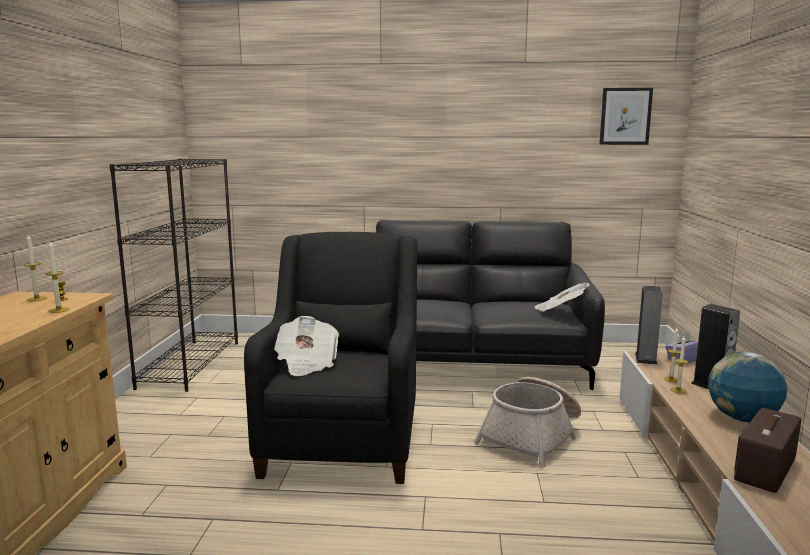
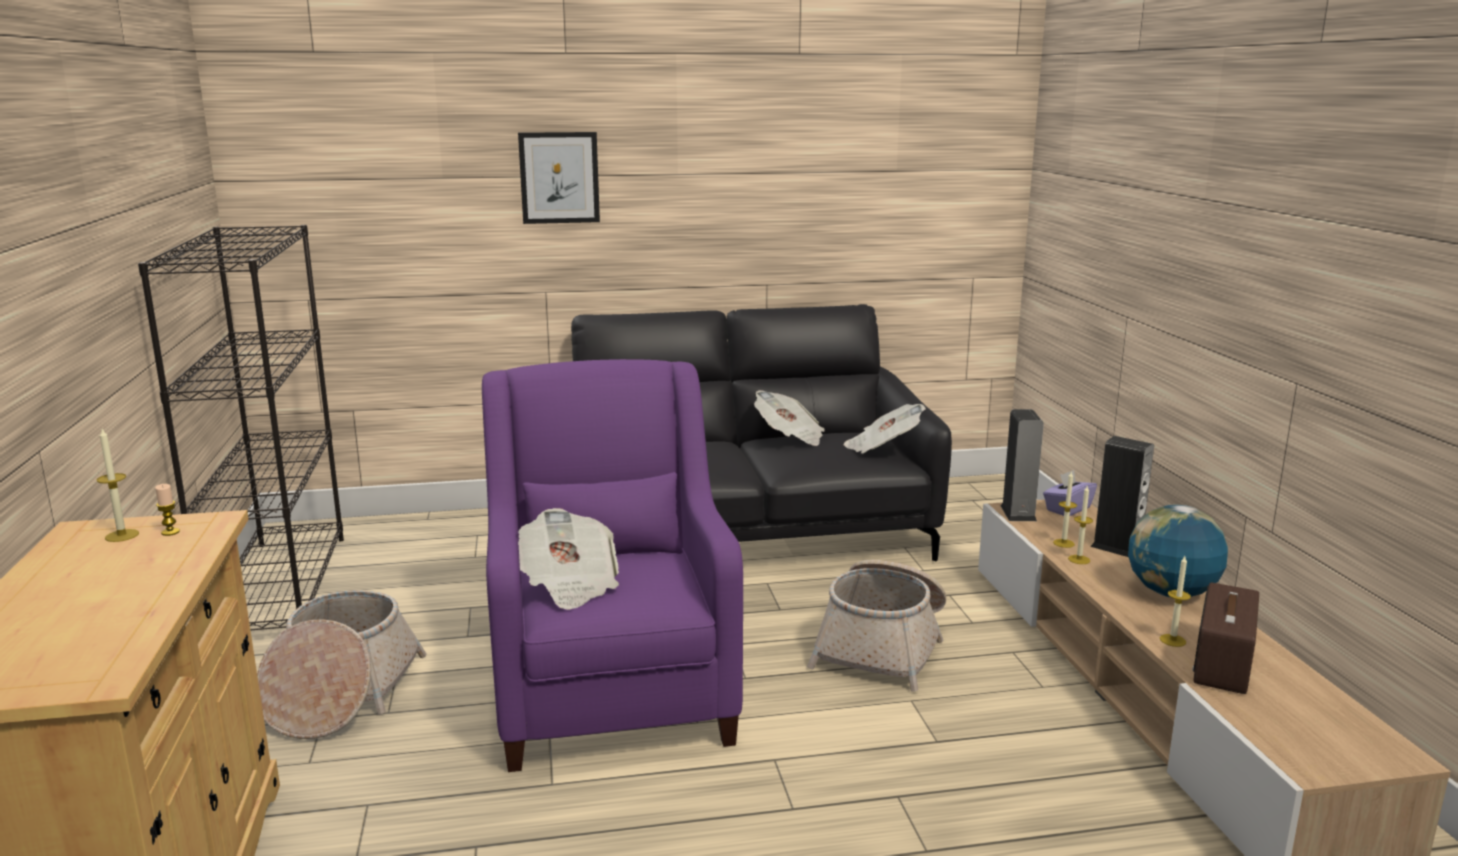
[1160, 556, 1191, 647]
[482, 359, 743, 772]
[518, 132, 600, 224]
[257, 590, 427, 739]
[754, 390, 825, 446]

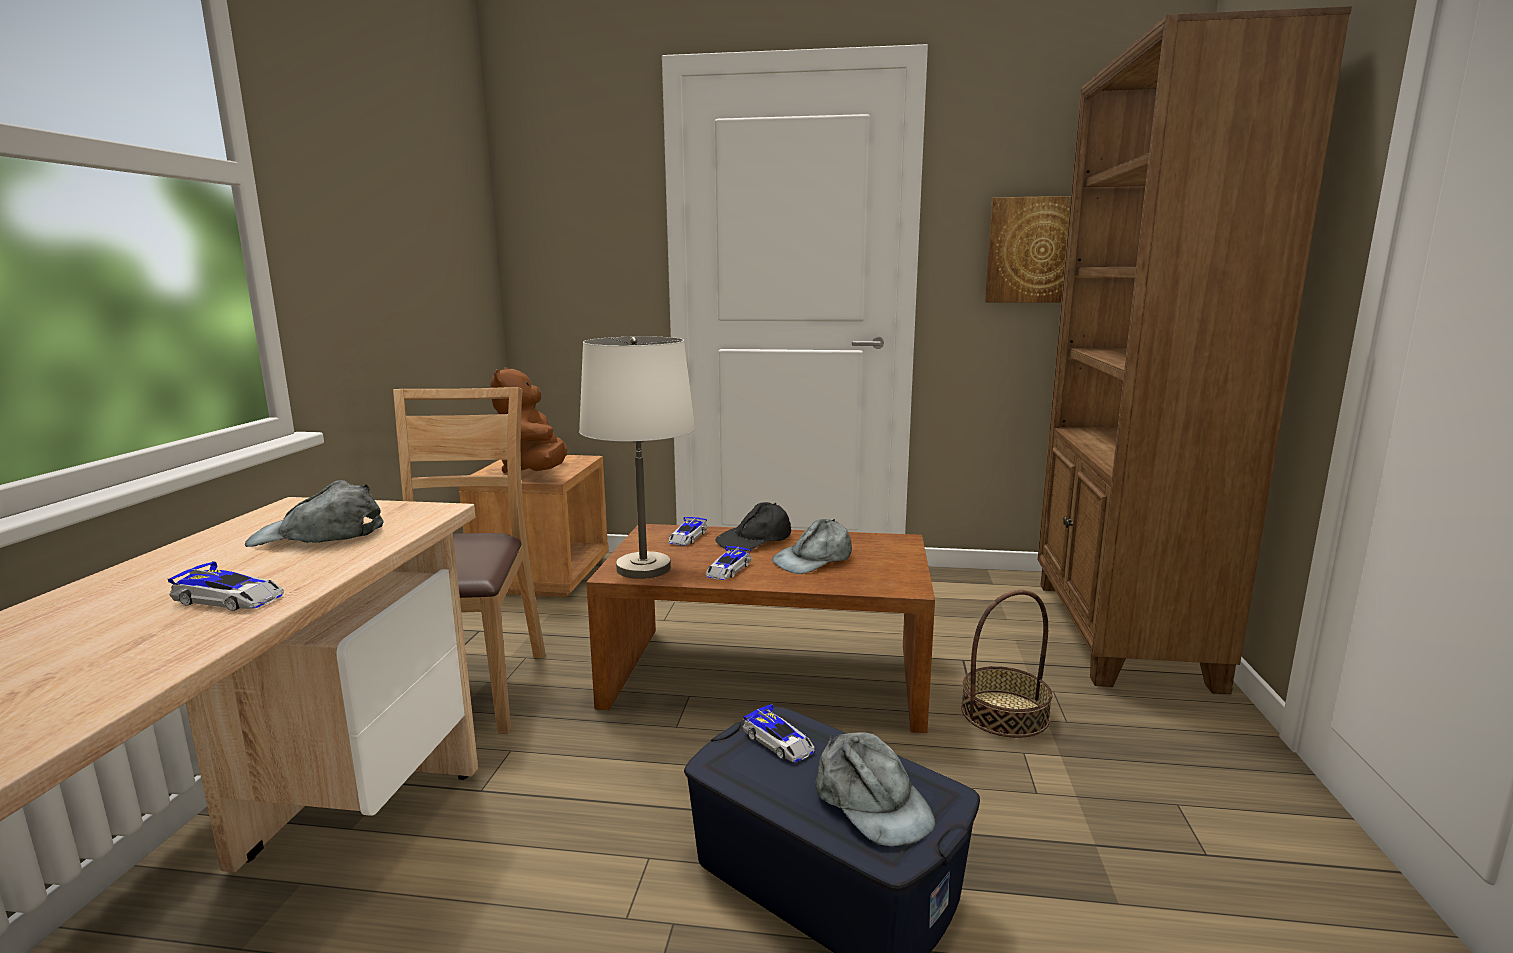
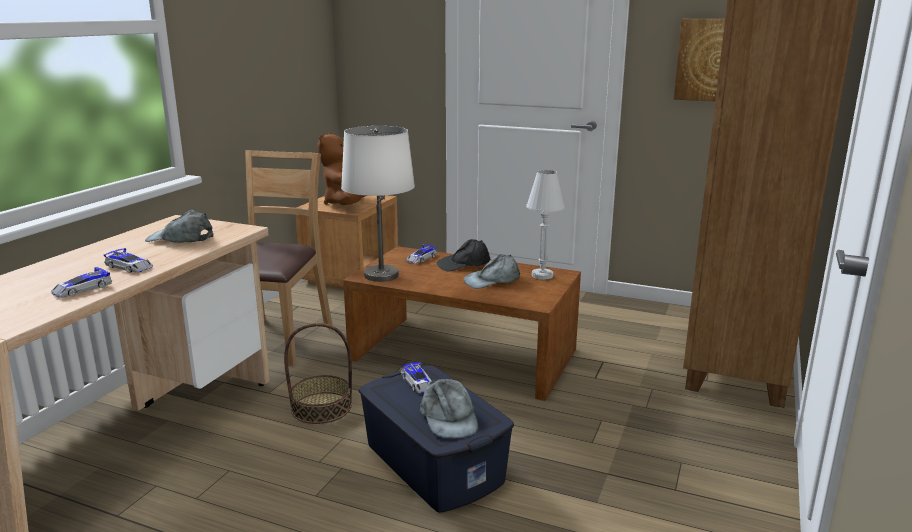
[51, 267, 112, 298]
[284, 323, 352, 424]
[526, 170, 565, 280]

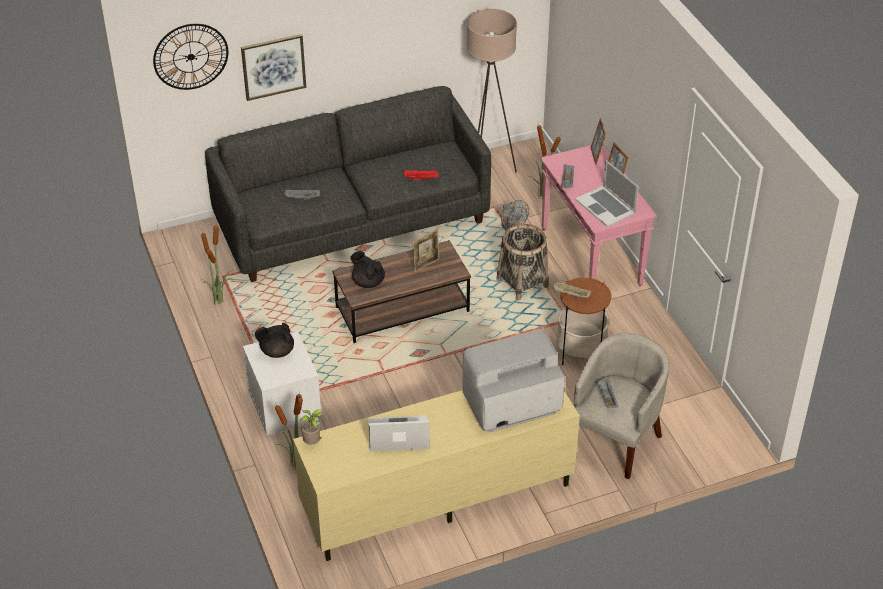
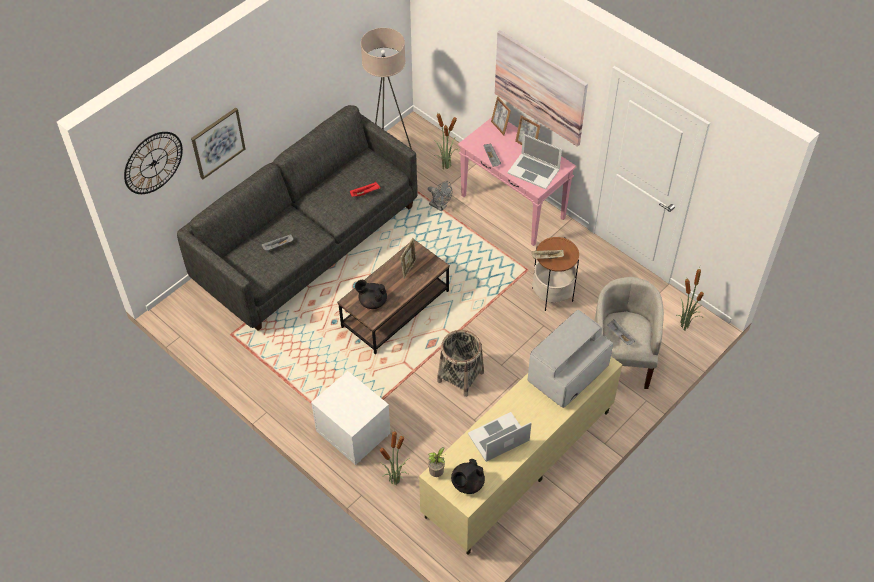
[677, 268, 704, 330]
[451, 459, 485, 494]
[437, 330, 484, 397]
[495, 30, 588, 147]

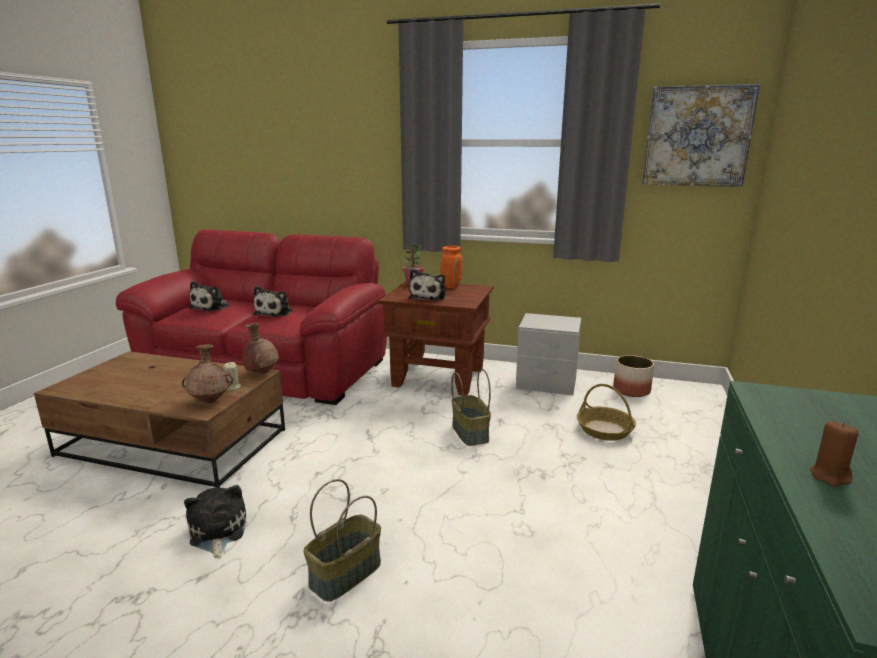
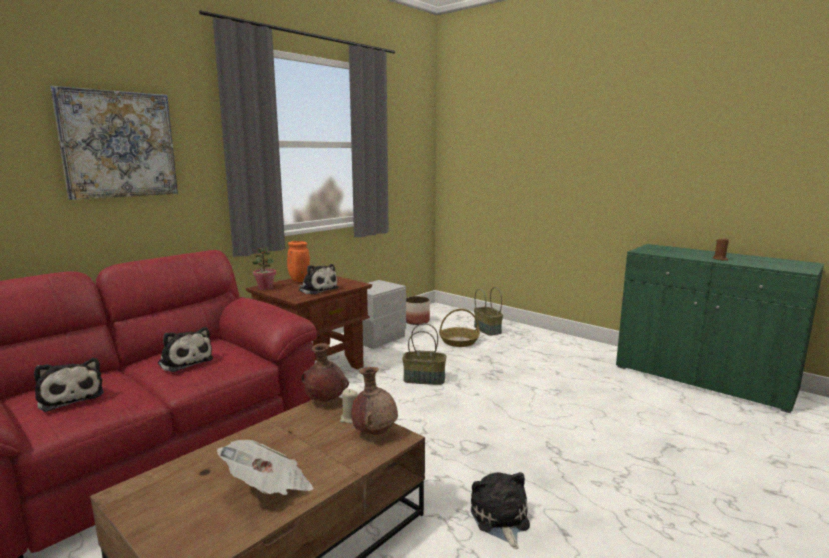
[471, 472, 530, 549]
[474, 287, 503, 336]
[50, 86, 178, 200]
[217, 440, 314, 495]

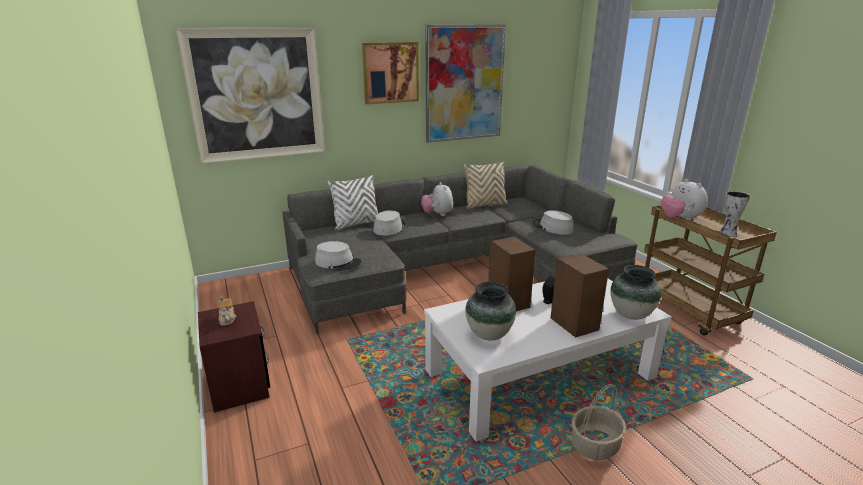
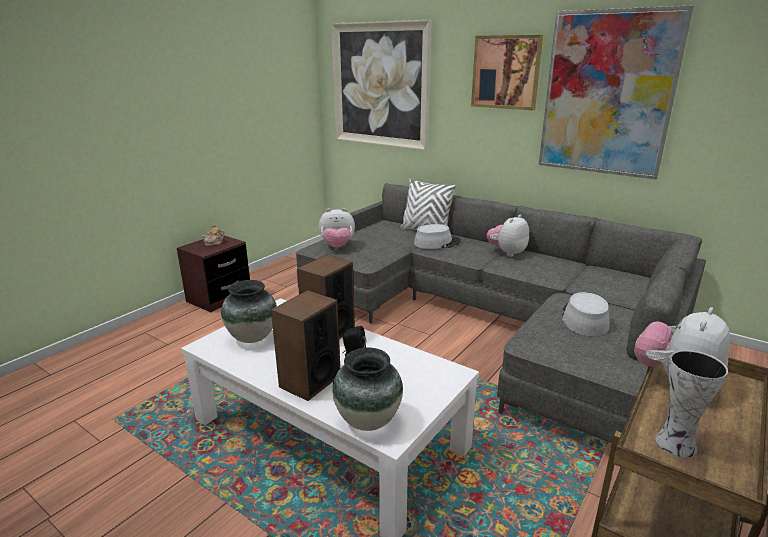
[319, 208, 355, 248]
[464, 162, 508, 209] (first image)
[571, 384, 626, 460] (first image)

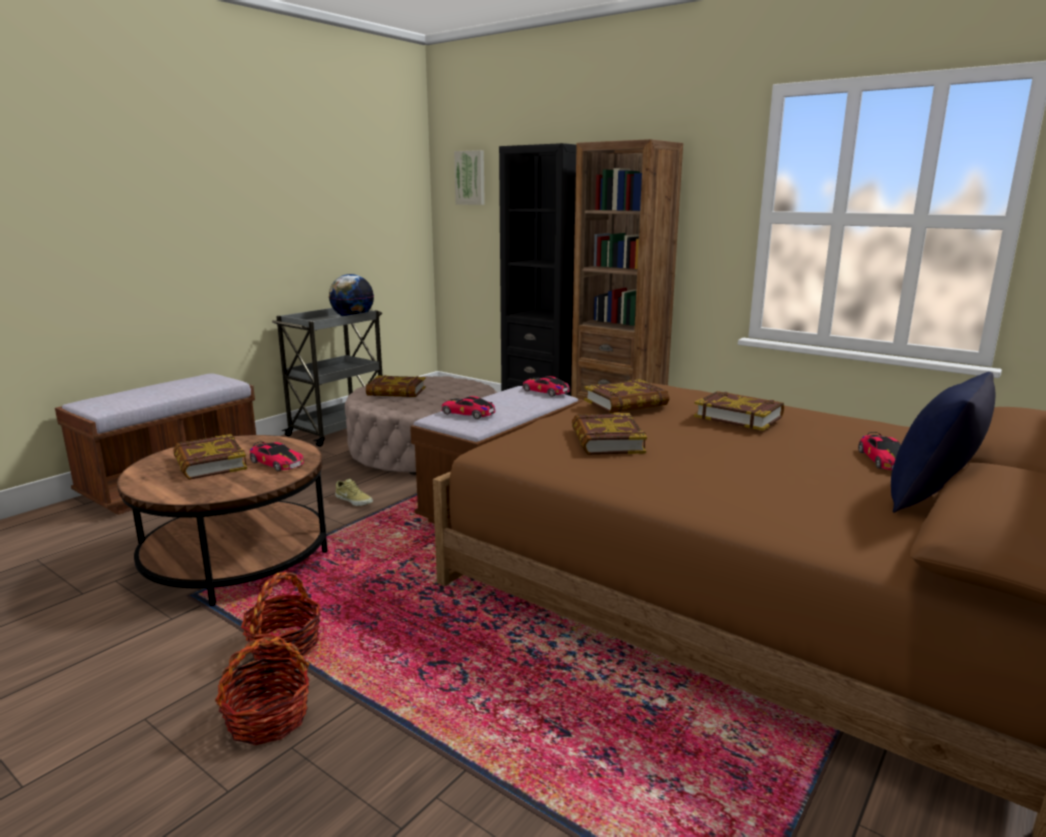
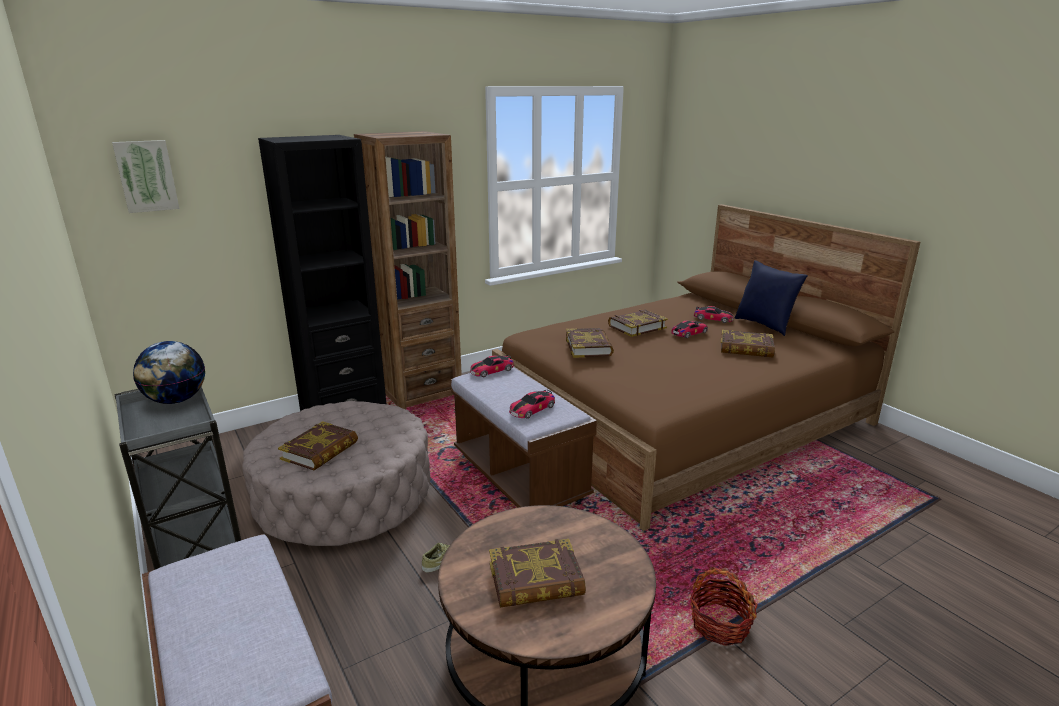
[215, 636, 310, 745] (first image)
[671, 321, 708, 338]
[721, 330, 775, 357]

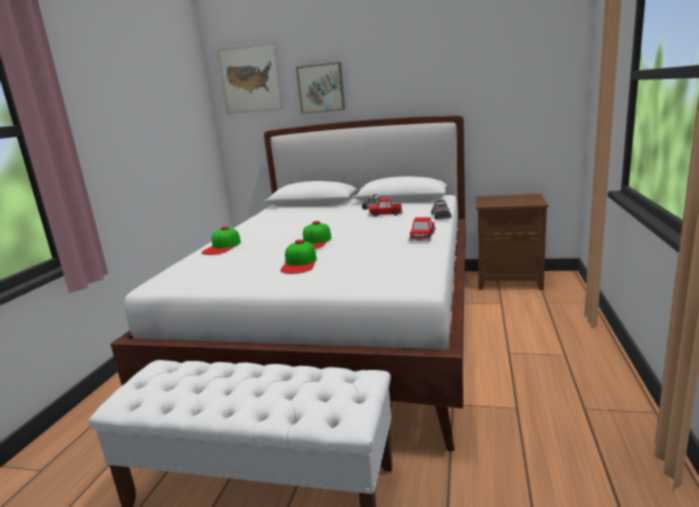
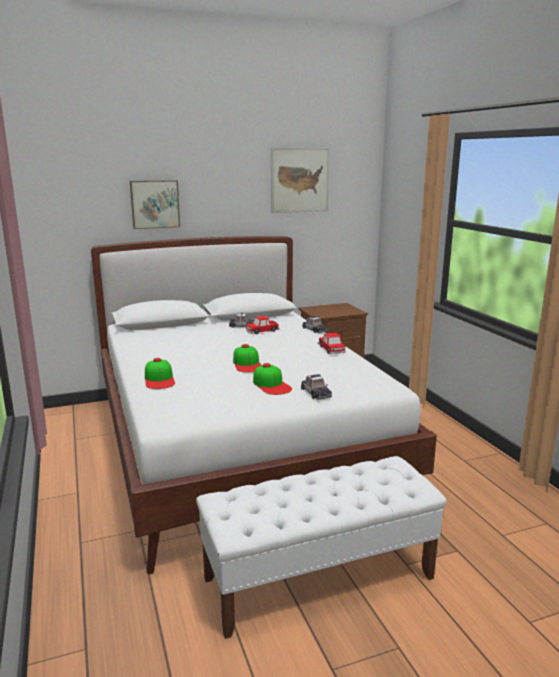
[271, 147, 330, 213]
[301, 374, 332, 400]

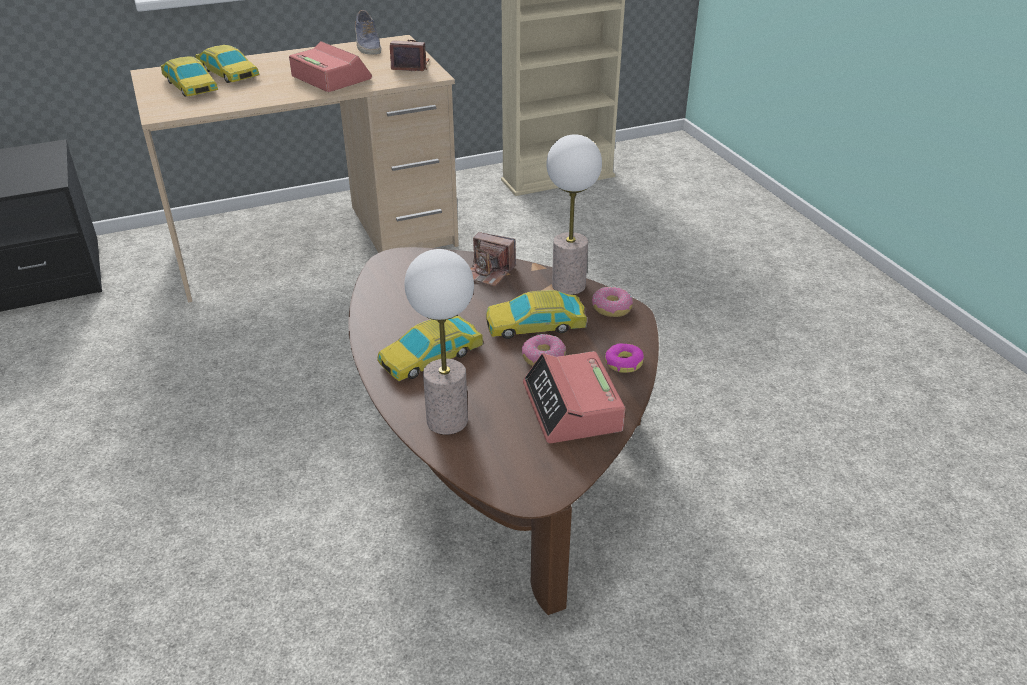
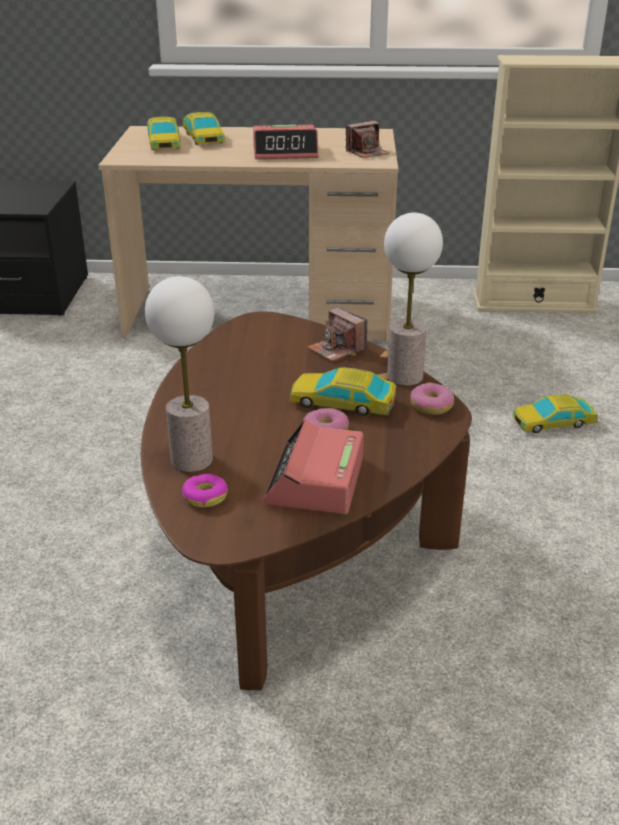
[253, 125, 319, 159]
[355, 10, 381, 55] (first image)
[512, 394, 598, 433]
[346, 120, 390, 158]
[182, 474, 228, 507]

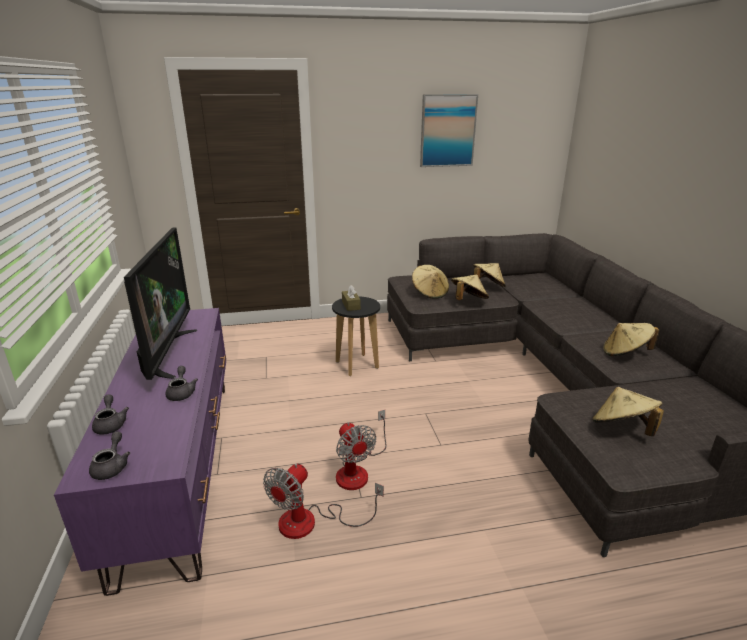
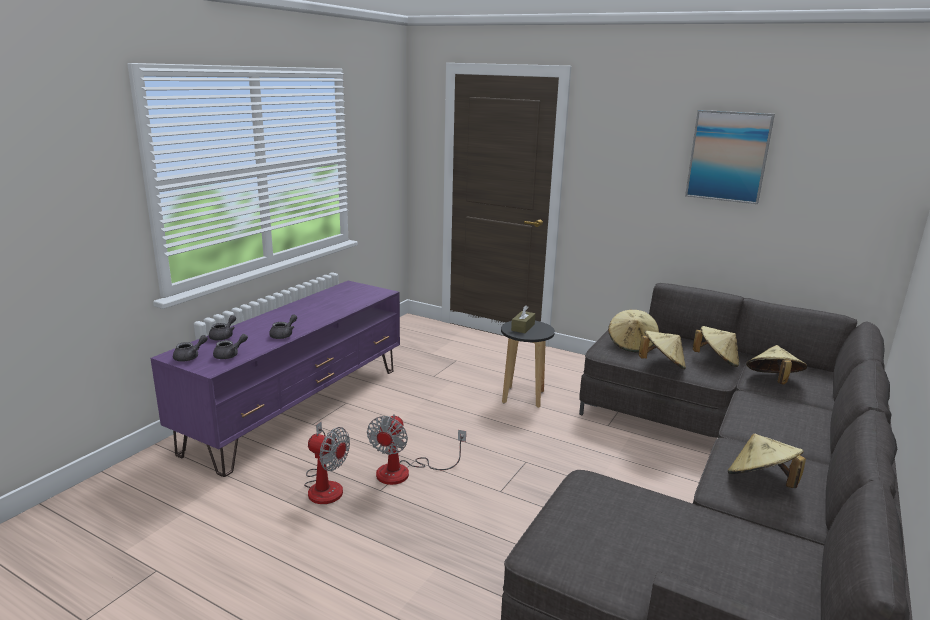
[124, 228, 197, 380] (first image)
[304, 421, 350, 504]
[746, 345, 807, 384]
[213, 334, 248, 359]

